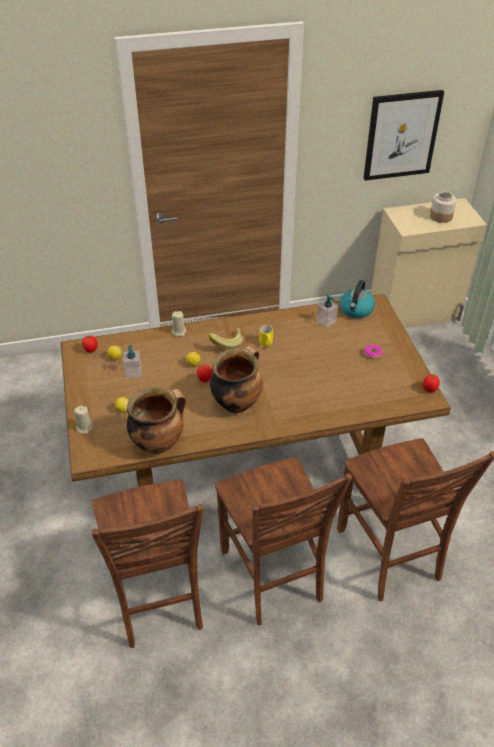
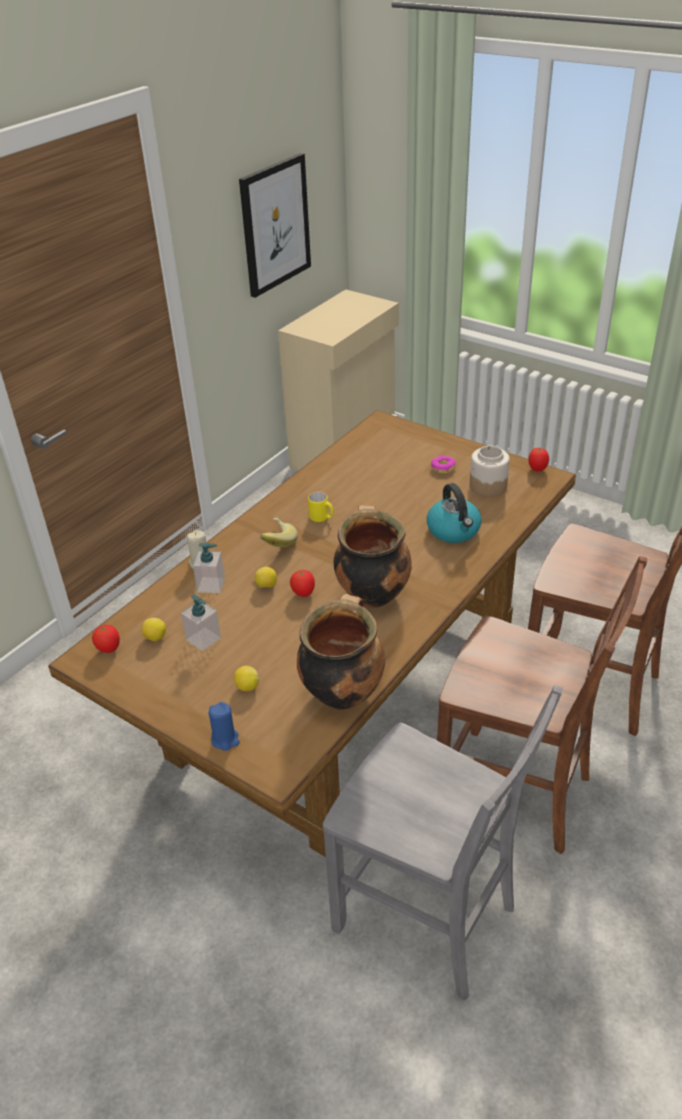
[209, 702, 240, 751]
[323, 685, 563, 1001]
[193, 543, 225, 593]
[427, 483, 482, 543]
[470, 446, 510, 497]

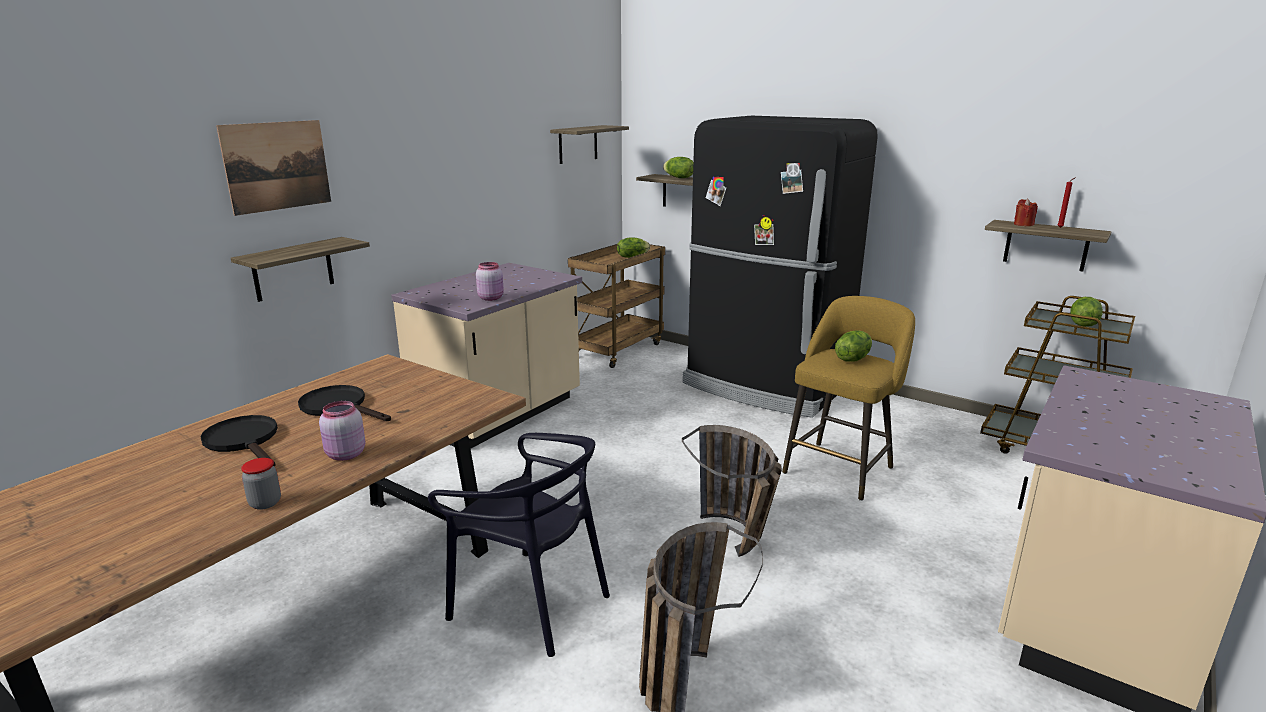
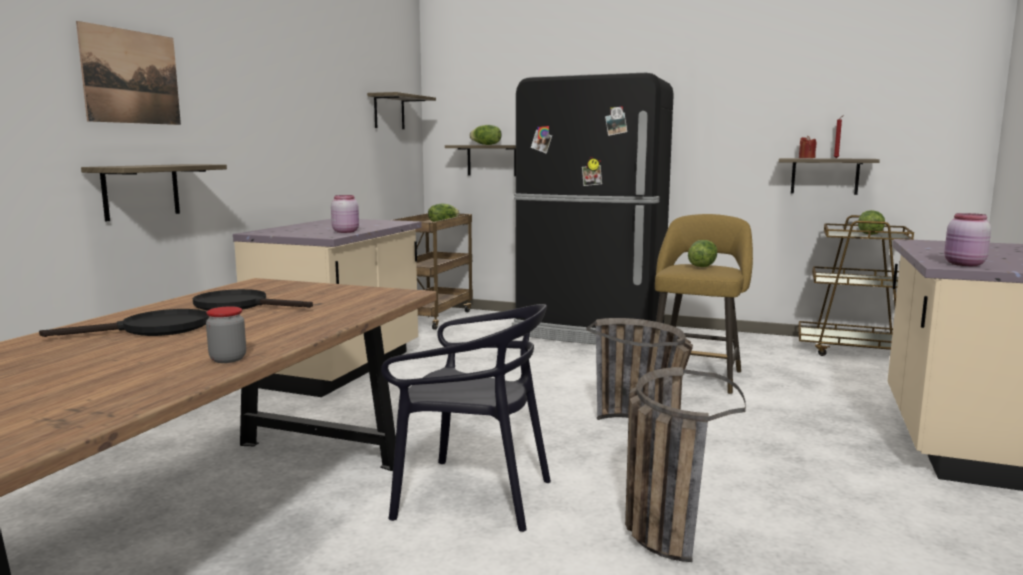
[39, 309, 209, 337]
[944, 213, 991, 266]

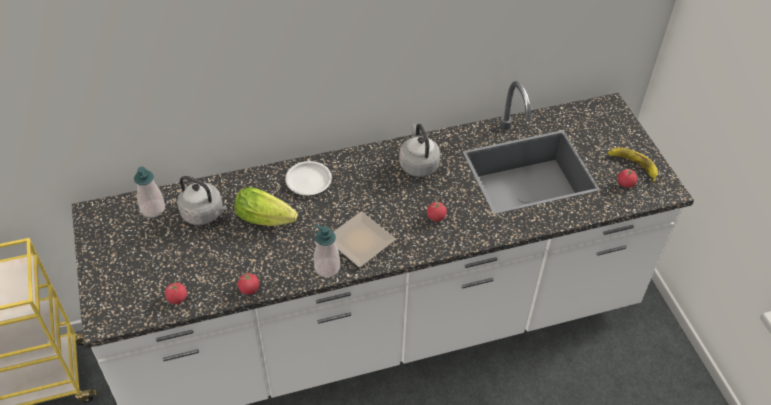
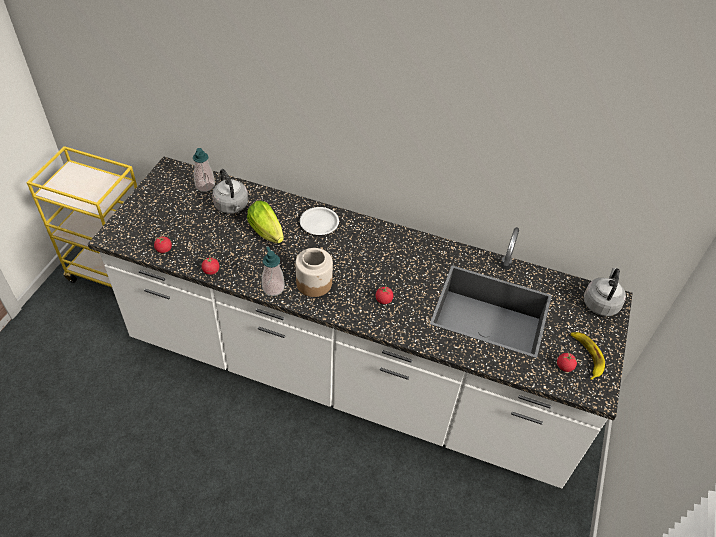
[296, 248, 333, 297]
[584, 268, 626, 316]

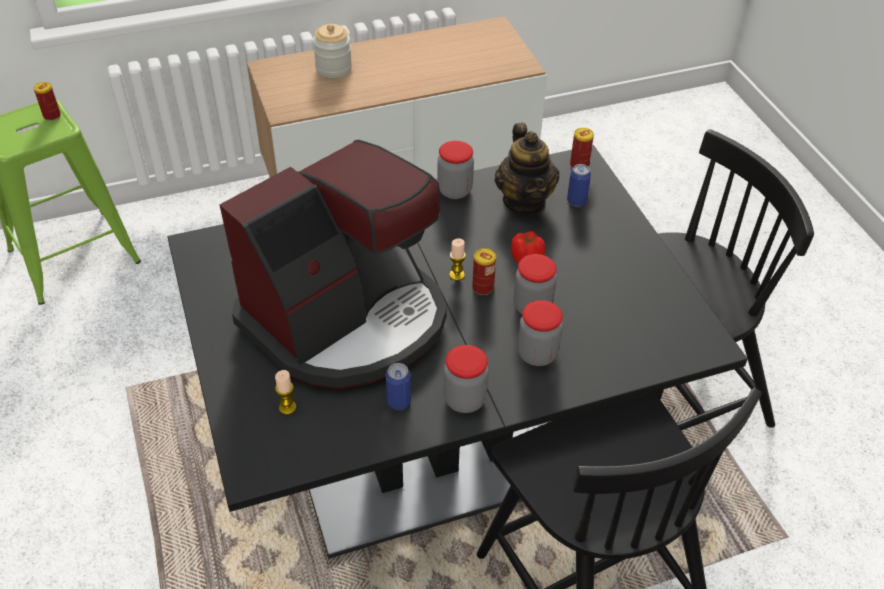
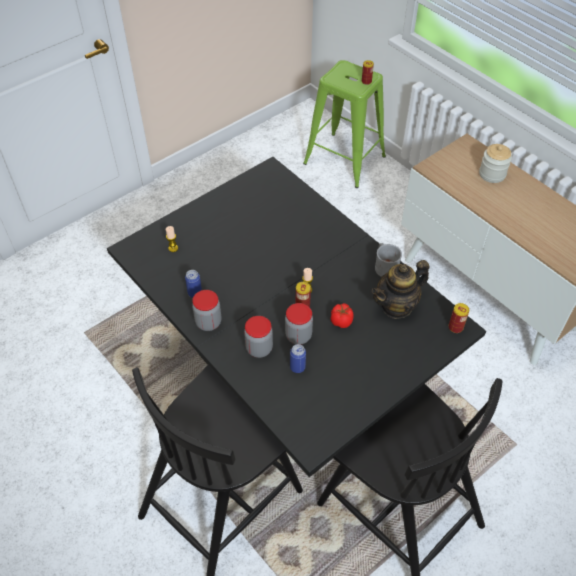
[220, 140, 447, 389] (first image)
[375, 243, 402, 277]
[290, 344, 306, 373]

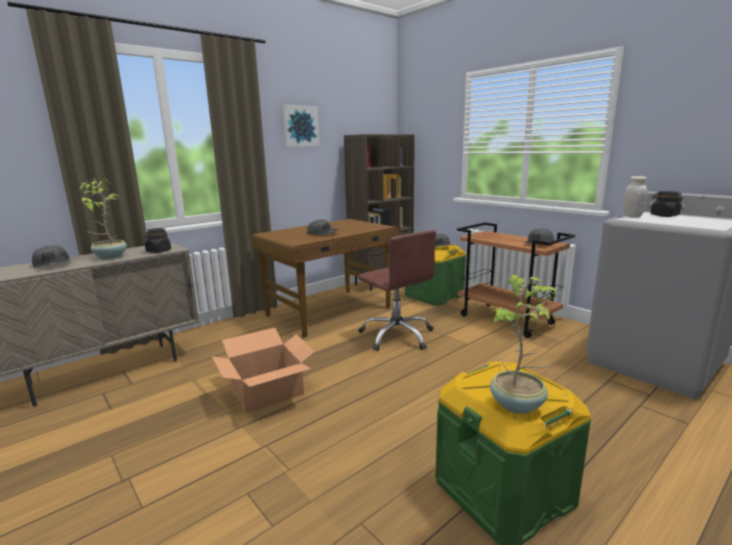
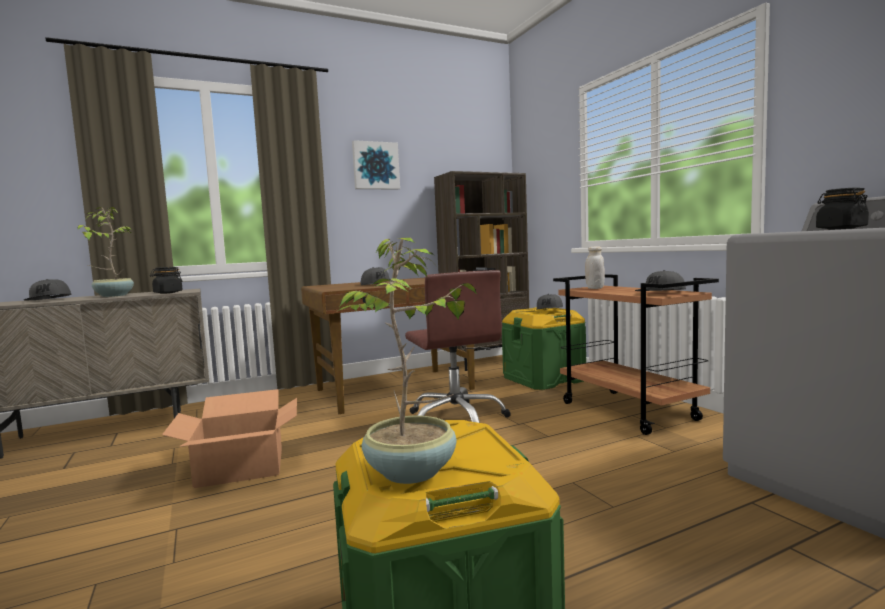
[585, 247, 605, 289]

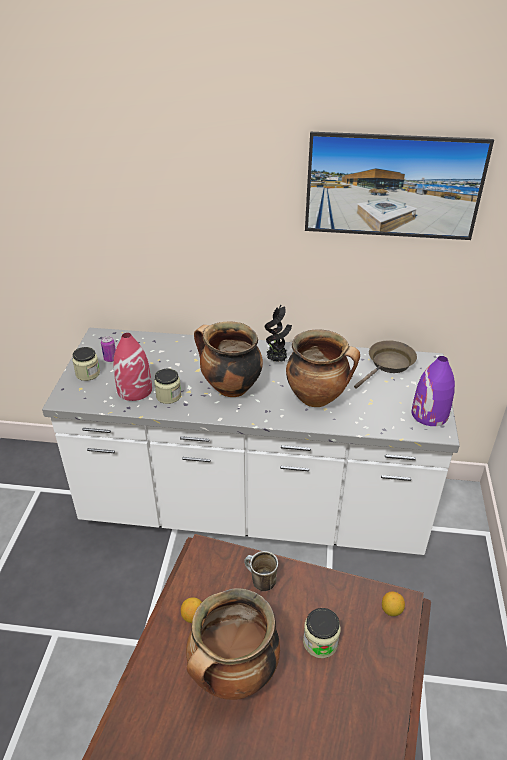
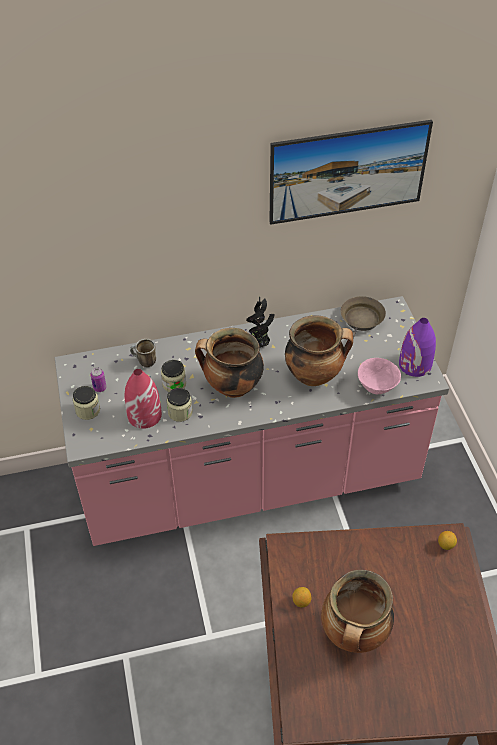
[55, 296, 449, 546]
[130, 339, 156, 367]
[161, 360, 186, 392]
[358, 358, 401, 394]

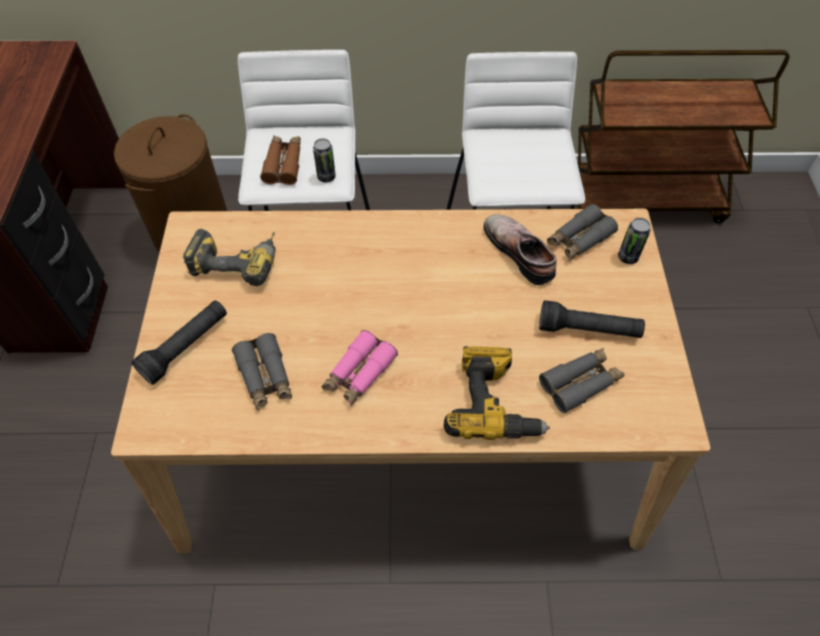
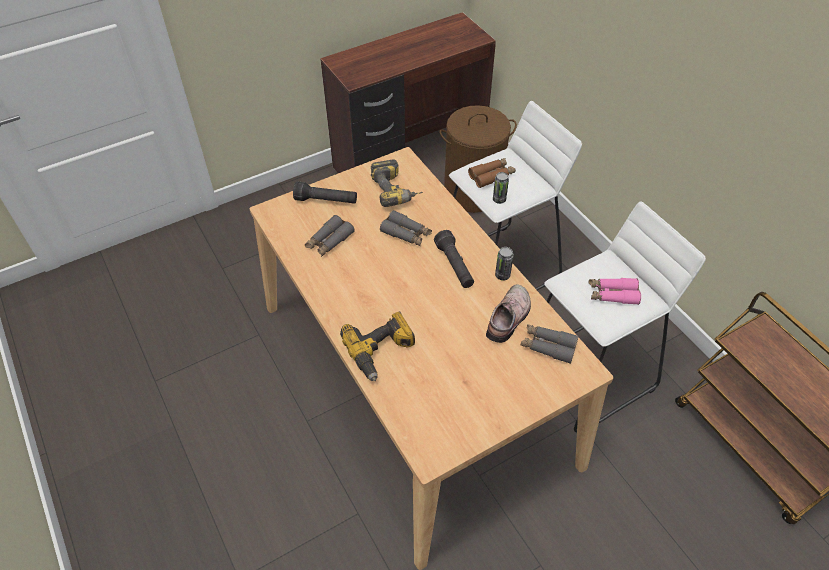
[589, 278, 641, 305]
[434, 230, 474, 288]
[380, 210, 432, 246]
[495, 247, 514, 280]

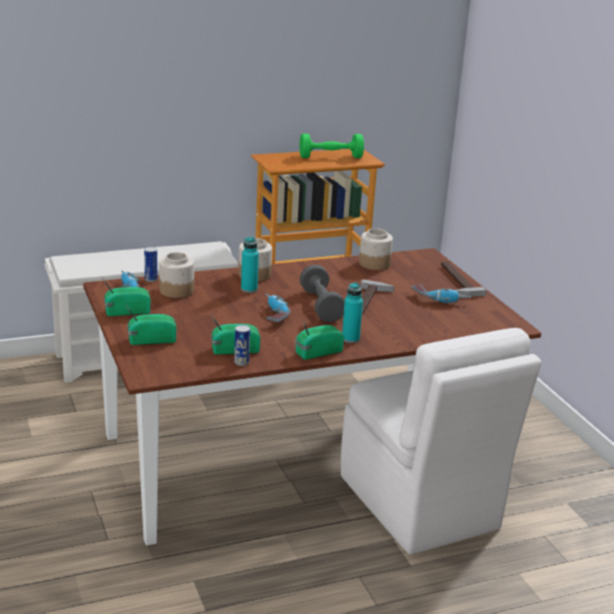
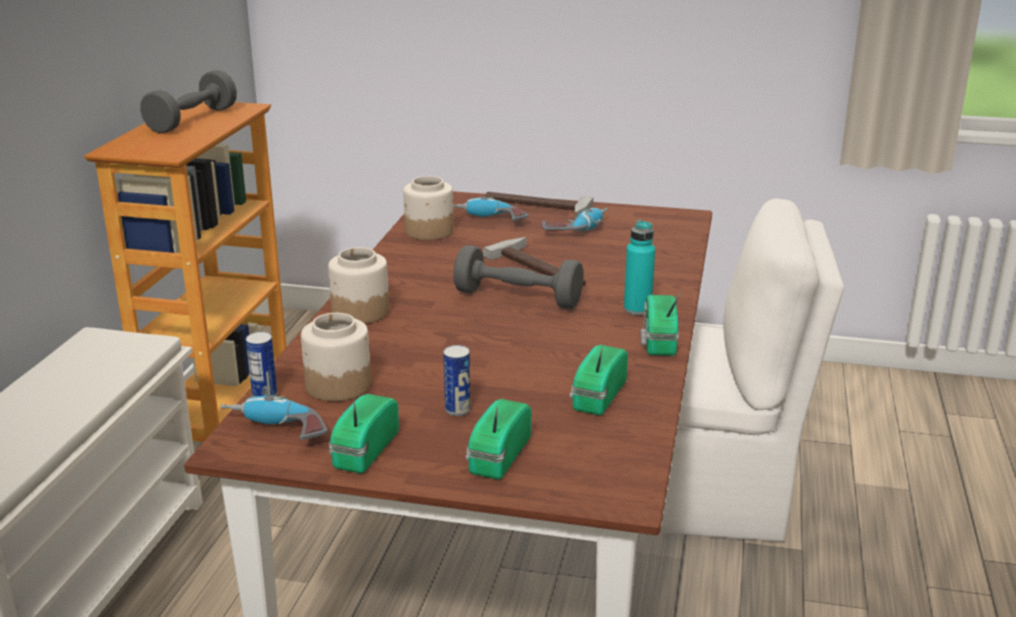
[443, 345, 471, 416]
[241, 237, 259, 293] (first image)
[453, 196, 528, 221]
[140, 70, 237, 133]

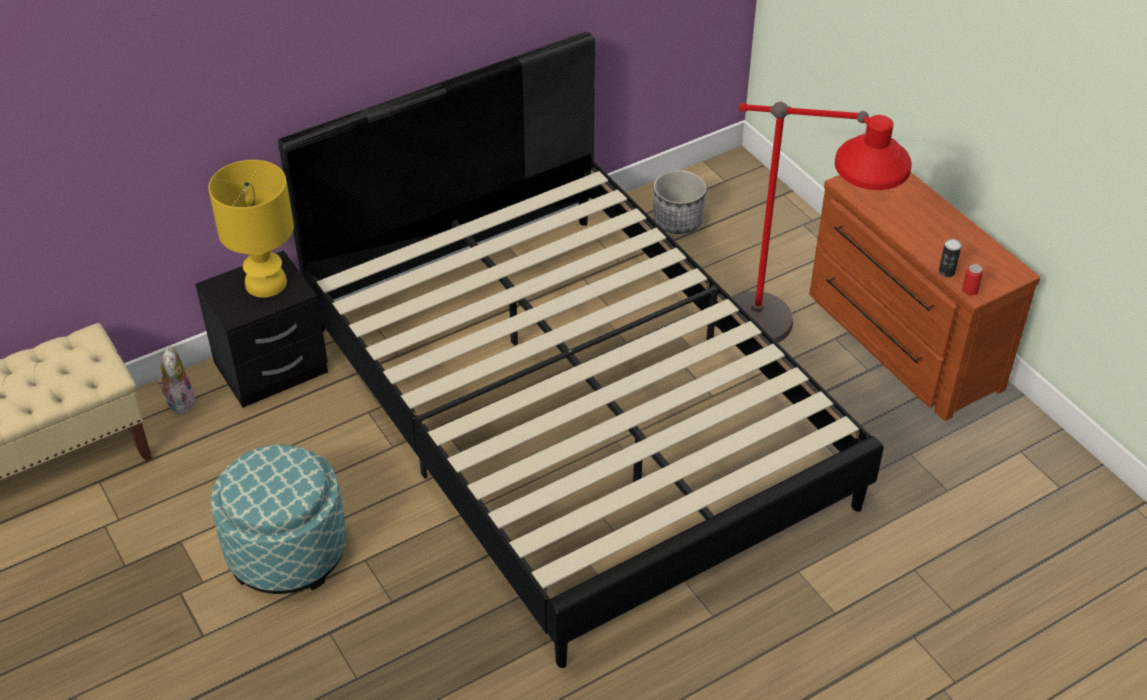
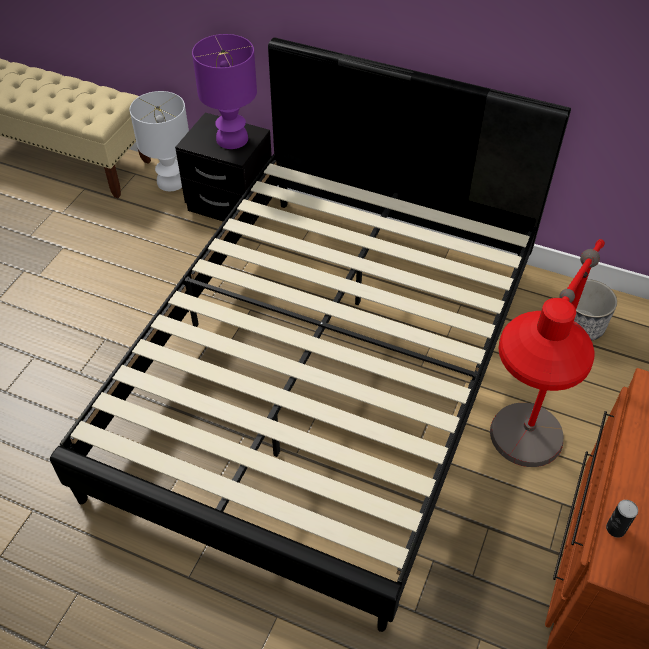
[130, 91, 189, 191]
[192, 34, 257, 149]
[211, 445, 346, 594] (first image)
[962, 264, 983, 296] (first image)

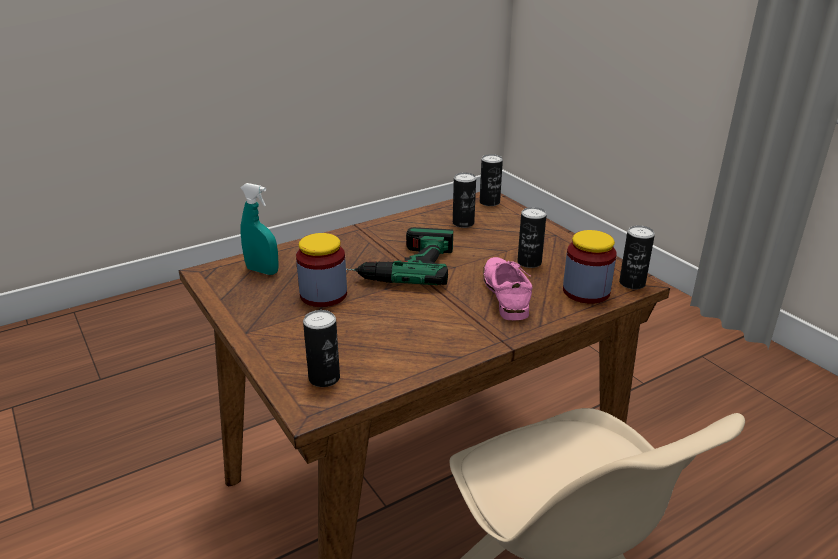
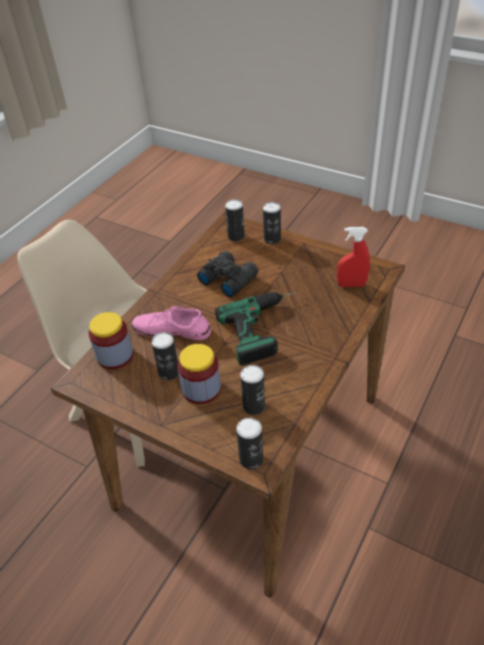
[337, 227, 370, 287]
[177, 344, 221, 404]
[132, 305, 211, 340]
[263, 202, 281, 244]
[197, 251, 258, 297]

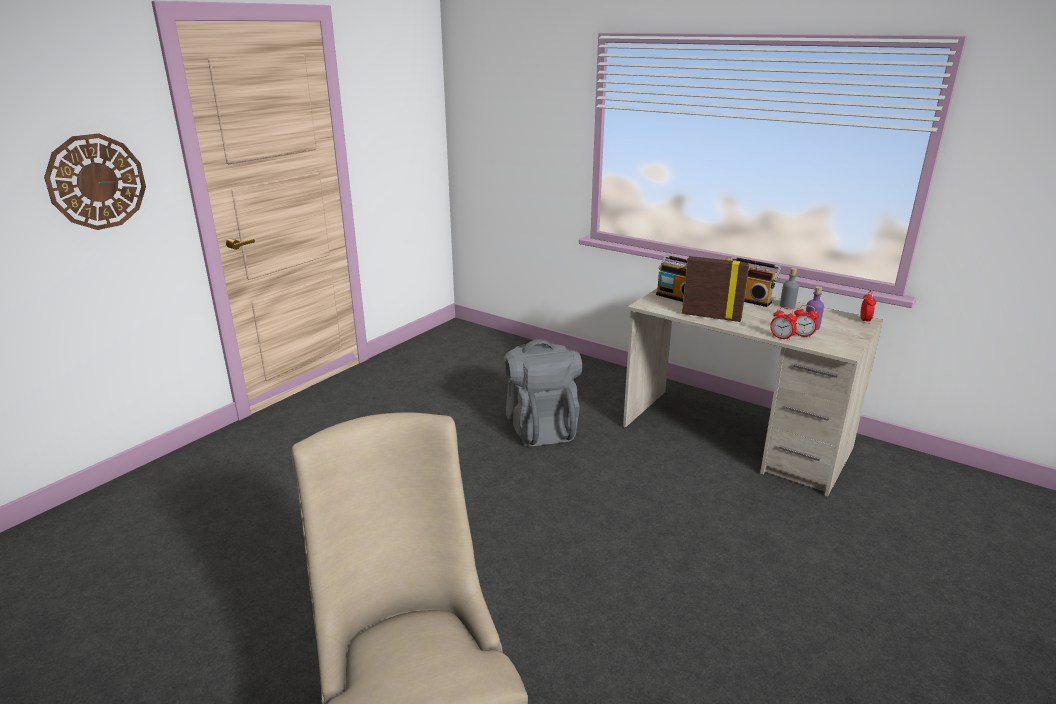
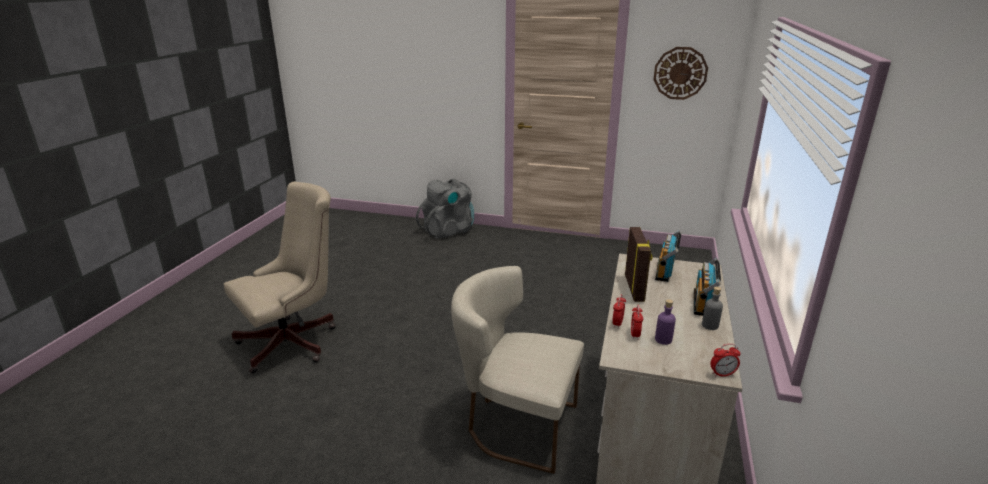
[653, 47, 708, 100]
[416, 178, 474, 239]
[451, 266, 584, 474]

